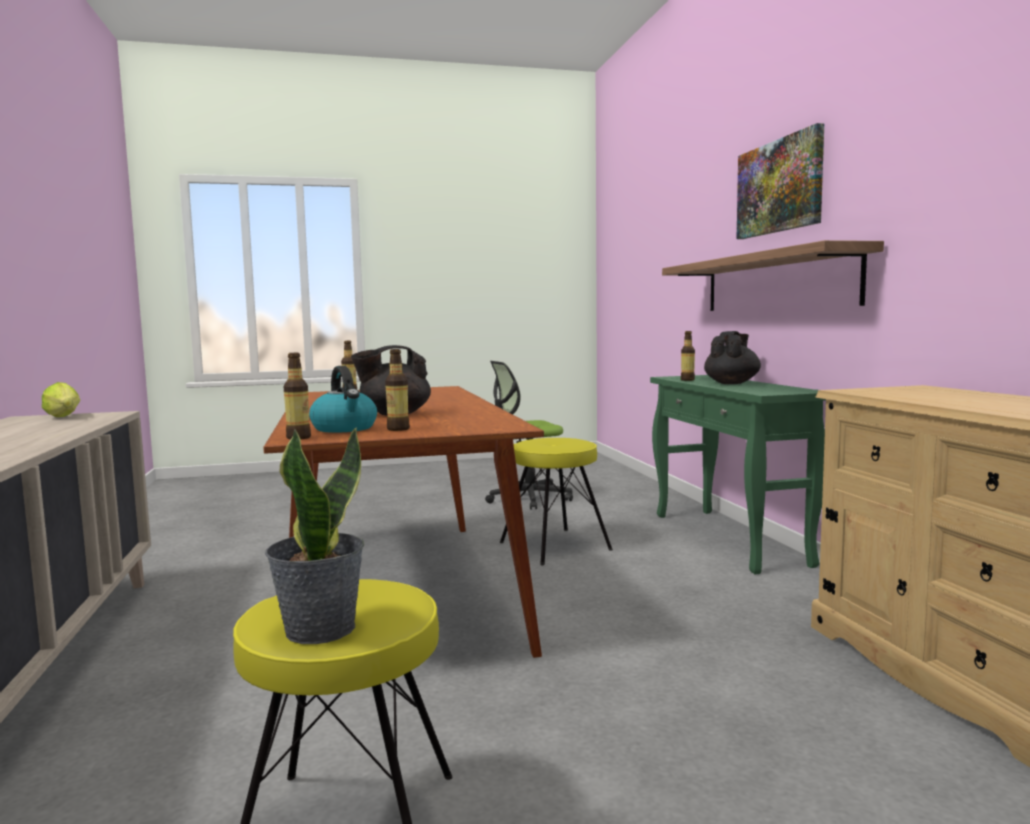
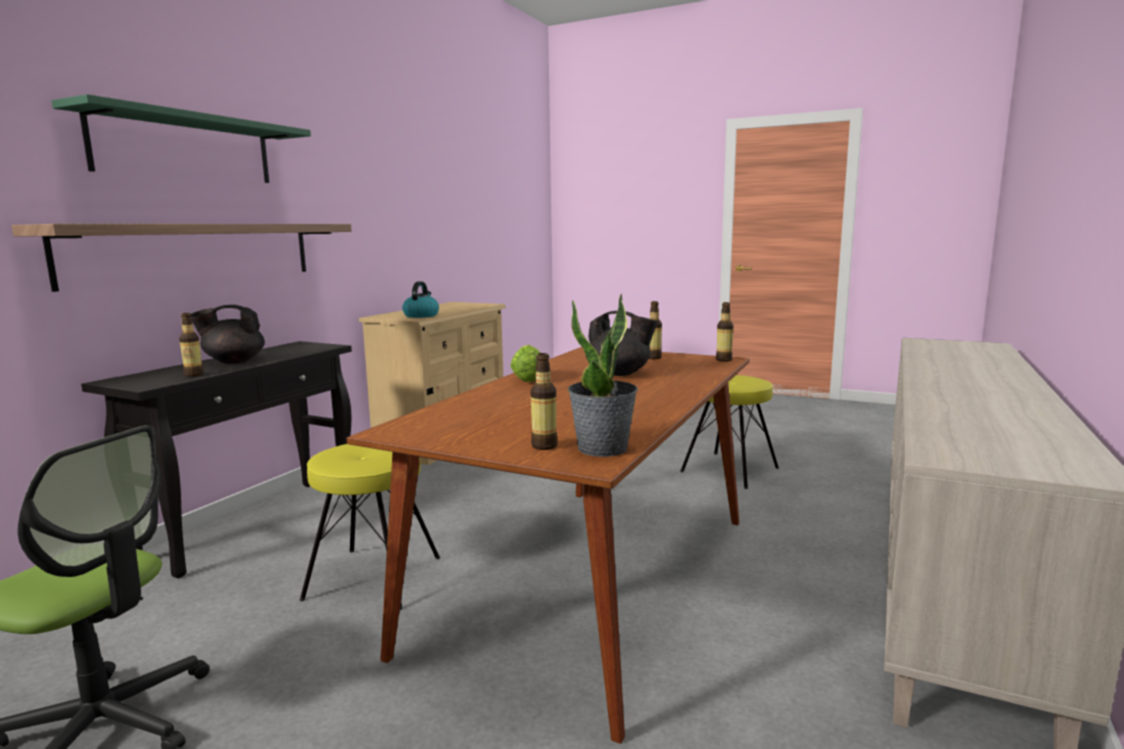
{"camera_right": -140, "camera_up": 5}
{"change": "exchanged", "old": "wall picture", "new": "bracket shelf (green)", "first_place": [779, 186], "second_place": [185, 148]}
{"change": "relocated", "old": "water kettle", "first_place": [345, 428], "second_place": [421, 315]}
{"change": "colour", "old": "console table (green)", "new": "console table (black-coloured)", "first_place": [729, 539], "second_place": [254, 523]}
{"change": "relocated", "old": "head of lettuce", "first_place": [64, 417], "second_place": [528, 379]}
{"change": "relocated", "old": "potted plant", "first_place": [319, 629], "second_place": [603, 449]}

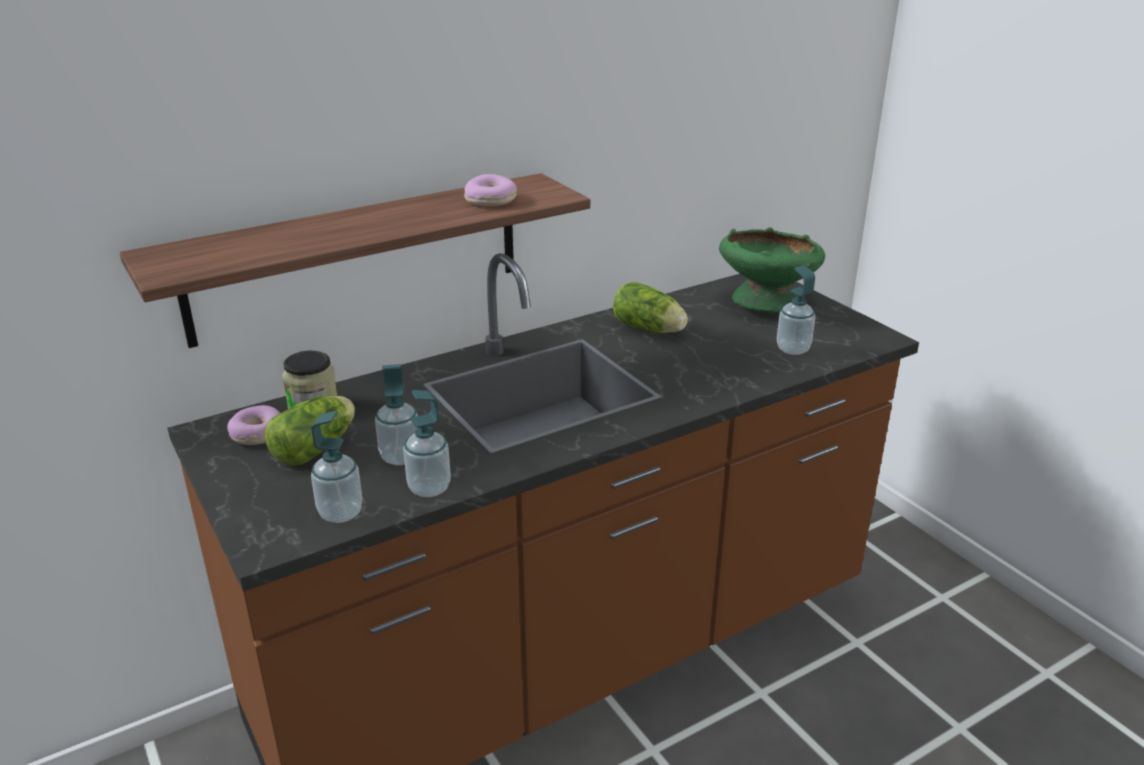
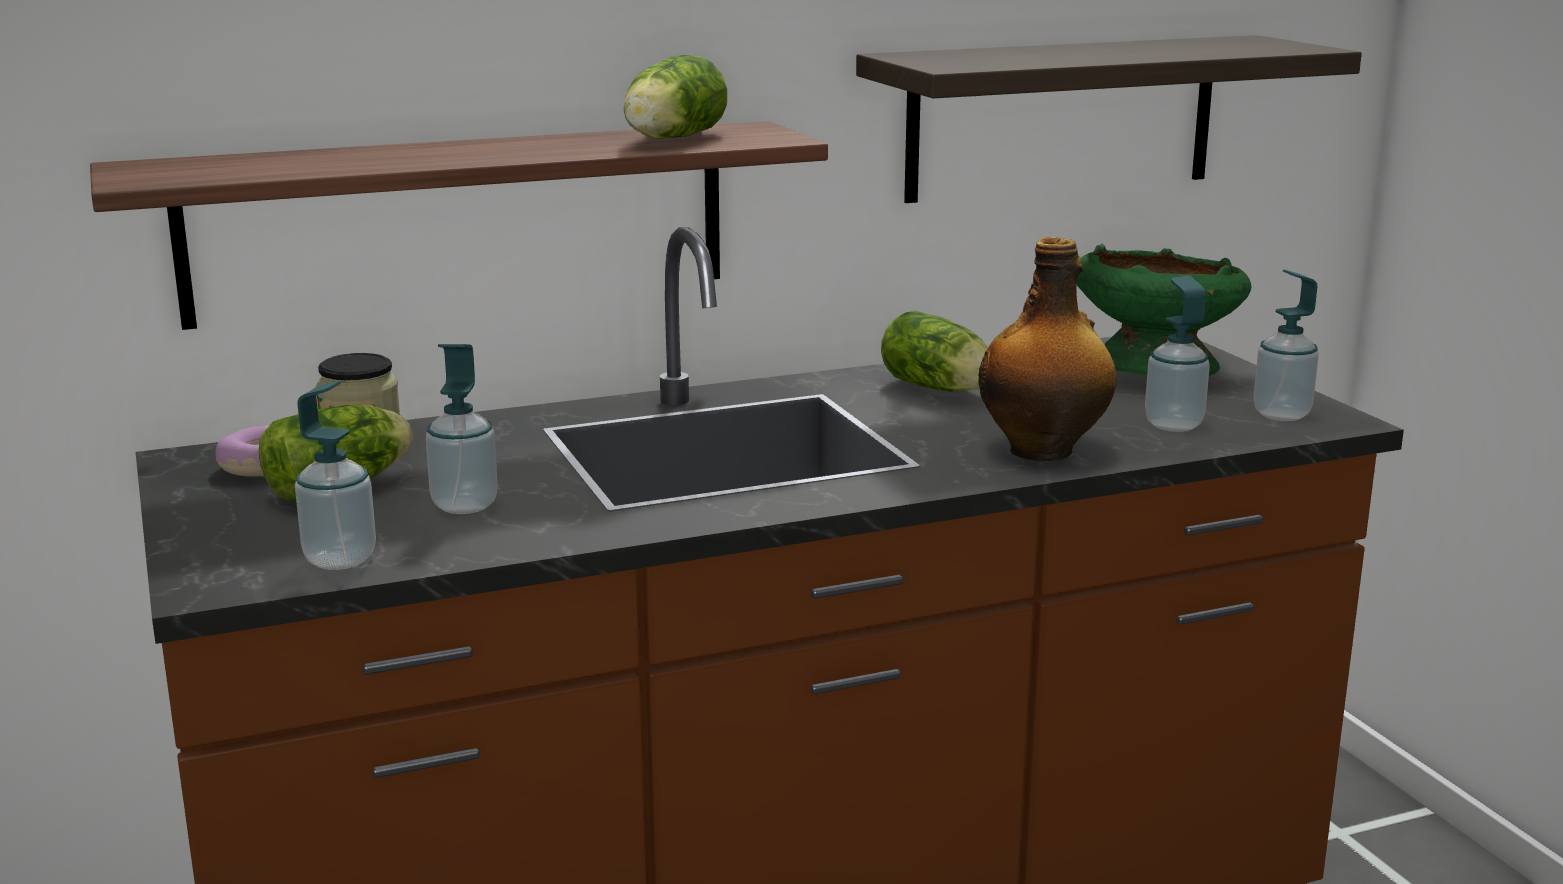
{"camera_right": 10, "camera_up": -10}
{"change": "exchanged", "old": "ring doughnut", "new": "head of lettuce", "first_place": [491, 200], "second_place": [670, 139]}
{"change": "relocated", "old": "liquid soap bottle", "first_place": [429, 488], "second_place": [1281, 414]}
{"change": "appeared", "new": "bracket shelf", "second_place": [1062, 117]}
{"change": "appeared", "new": "bottle", "second_place": [1043, 451]}

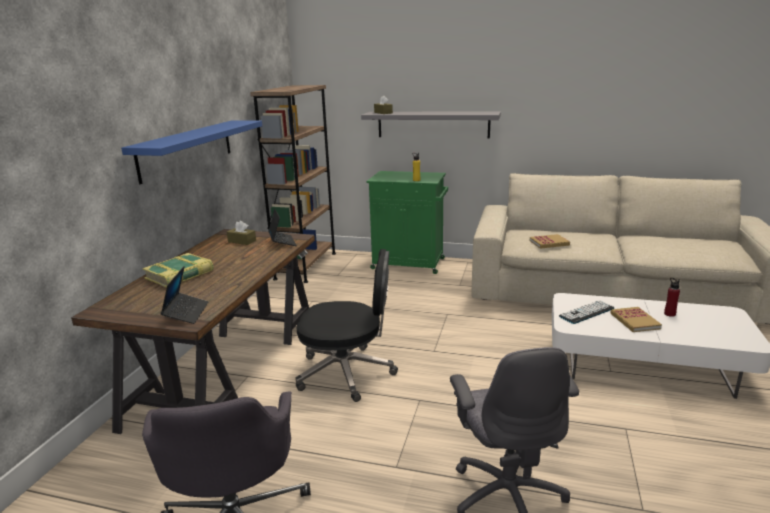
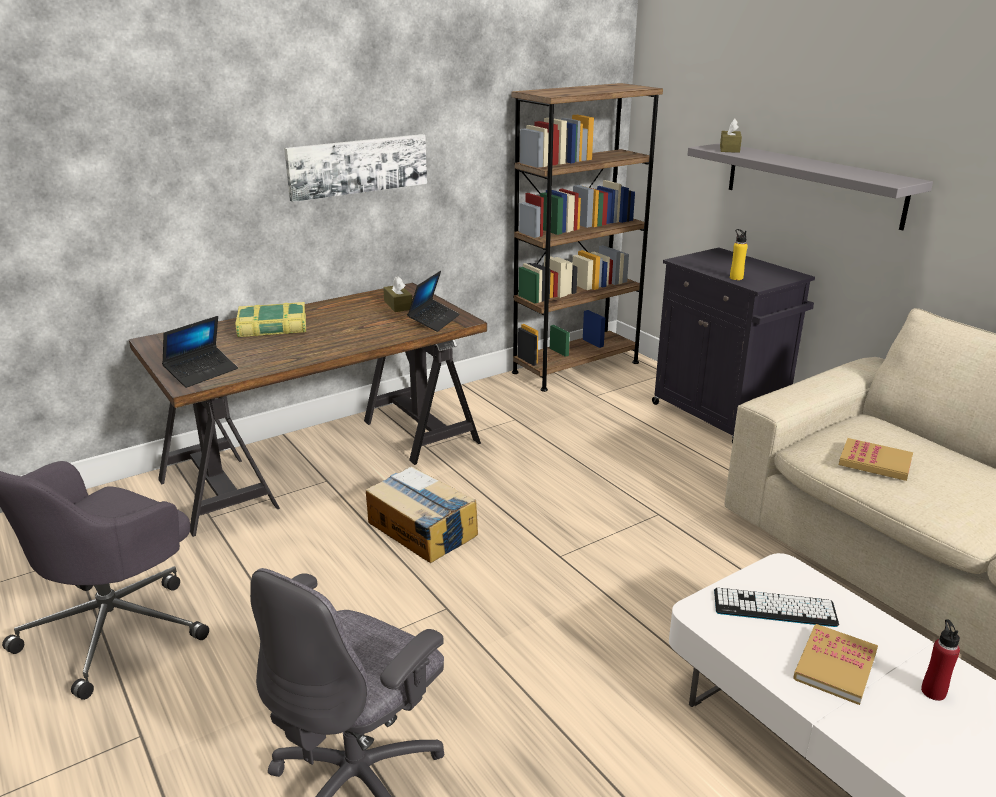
{"camera_right": 40, "camera_up": 5}
{"change": "exchanged", "old": "bracket shelf (blue)", "new": "wall picture", "first_place": [187, 149], "second_place": [357, 166]}
{"change": "colour", "old": "cupboard (green)", "new": "cupboard (black-coloured)", "first_place": [410, 264], "second_place": [720, 416]}
{"change": "exchanged", "old": "office chair (black-coloured)", "new": "cardboard box", "first_place": [347, 372], "second_place": [422, 529]}

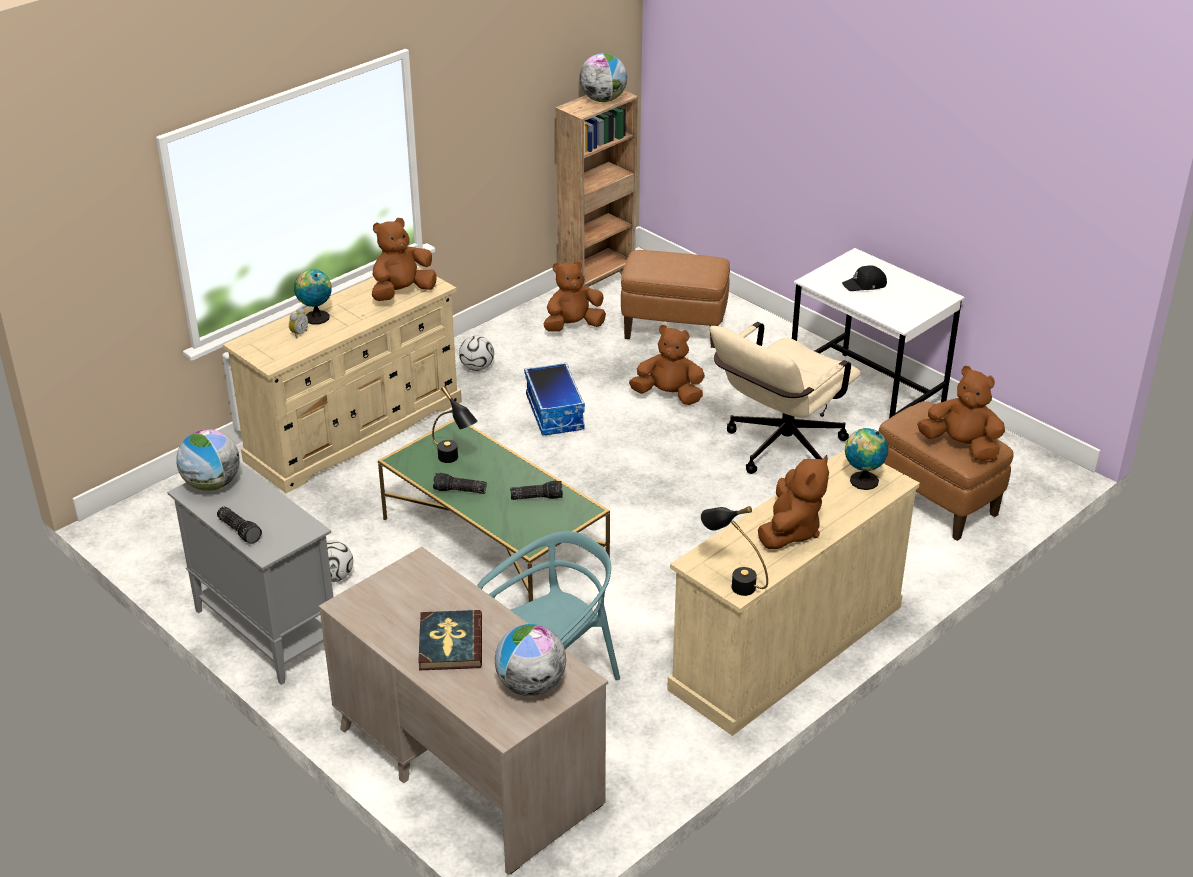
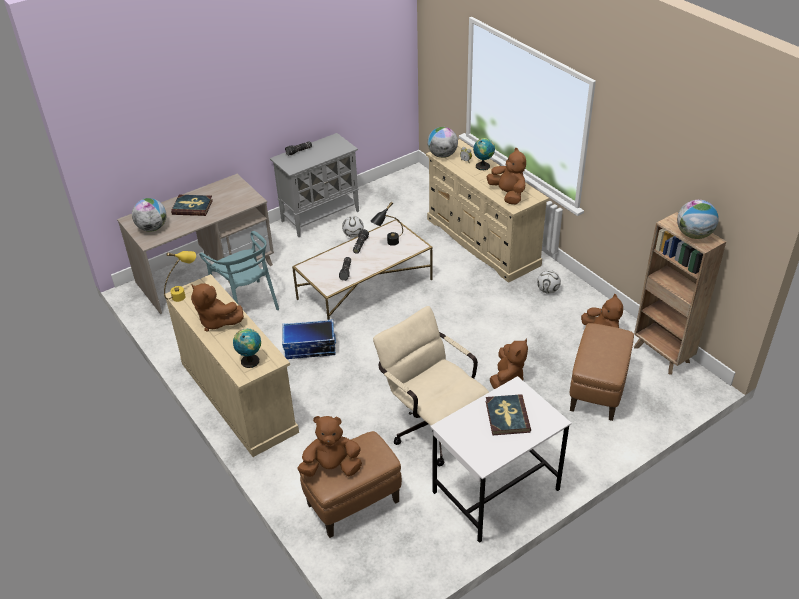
{"camera_right": 100, "camera_up": 5}
{"change": "exchanged", "old": "baseball cap (black-coloured)", "new": "volume", "first_place": [865, 285], "second_place": [507, 416]}
{"change": "relocated", "old": "storage bin", "first_place": [555, 413], "second_place": [309, 348]}
{"change": "spun", "old": "cuddly toy (brownish)", "first_place": [961, 446], "second_place": [331, 467], "degrees": -135}
{"change": "colour", "old": "coffee table (green)", "new": "coffee table (white-coloured)", "first_place": [493, 543], "second_place": [365, 289]}
{"change": "relocated", "old": "world globe", "first_place": [212, 484], "second_place": [442, 155]}
{"change": "colour", "old": "table lamp (black-coloured)", "new": "table lamp (yellow-coloured)", "first_place": [733, 583], "second_place": [184, 294]}

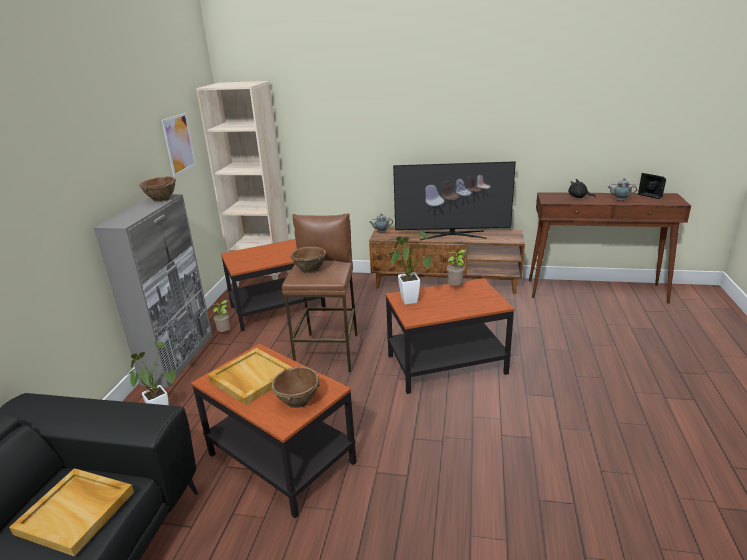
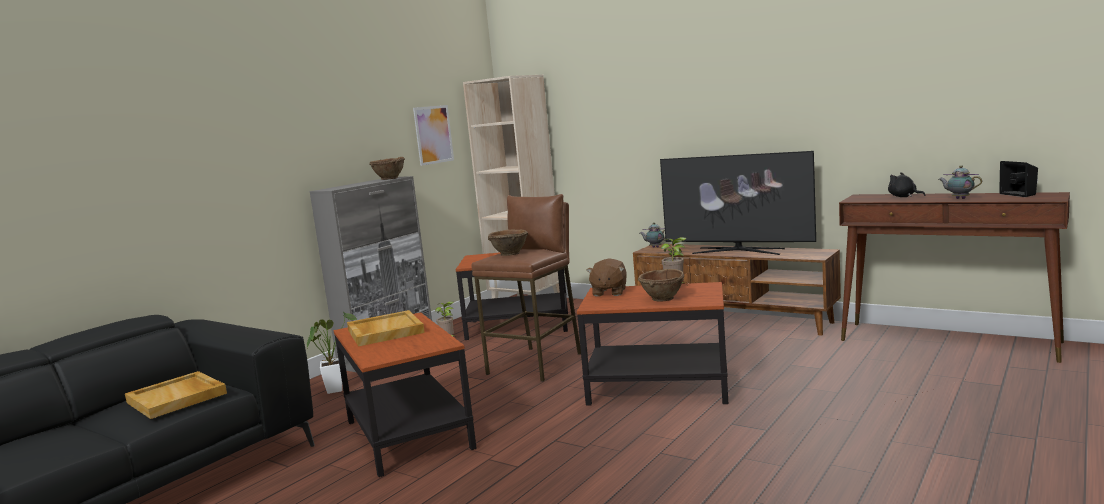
{"camera_right": 25, "camera_up": -15}
{"change": "exchanged", "old": "potted plant", "new": "cuddly toy (brownish)", "first_place": [408, 299], "second_place": [609, 292]}
{"change": "relocated", "old": "deep dish (brownish)", "first_place": [298, 401], "second_place": [662, 299]}

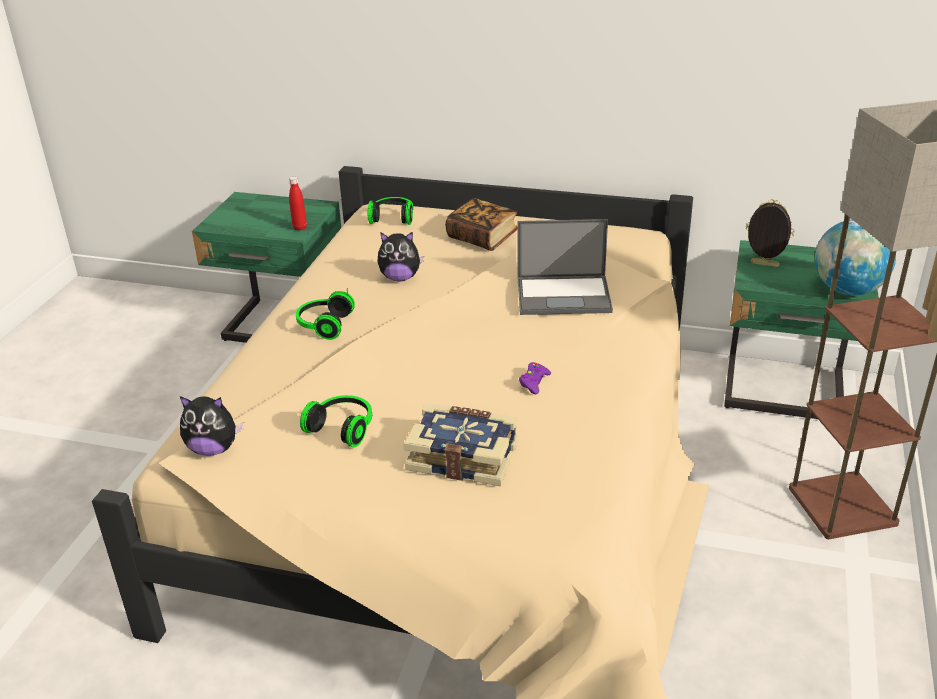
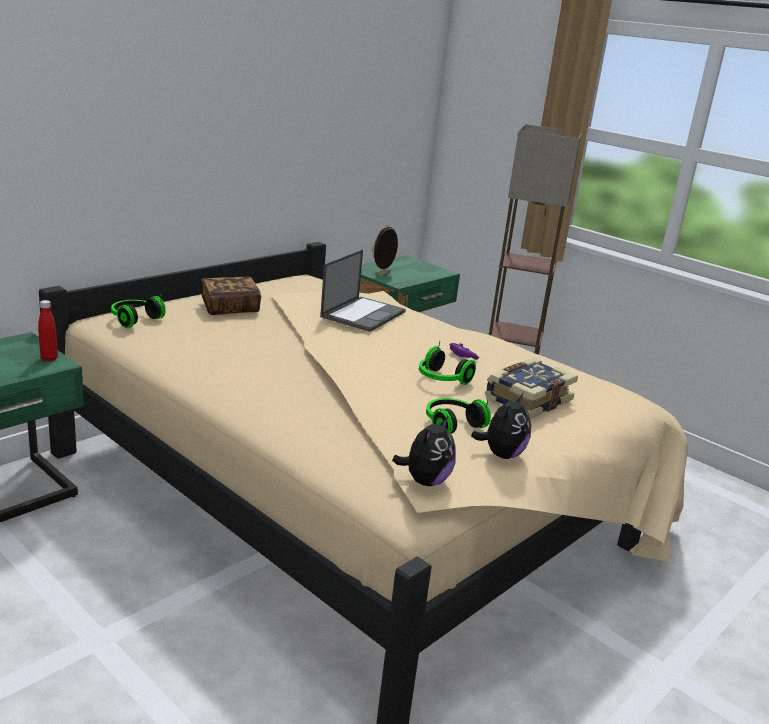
{"camera_right": -65, "camera_up": -10}
{"change": "missing", "old": "world globe", "first_place": [848, 290]}
{"change": "relocated", "old": "cuddly toy", "first_place": [400, 278], "second_place": [501, 454]}
{"change": "relocated", "old": "headphones", "first_place": [323, 325], "second_place": [441, 380]}

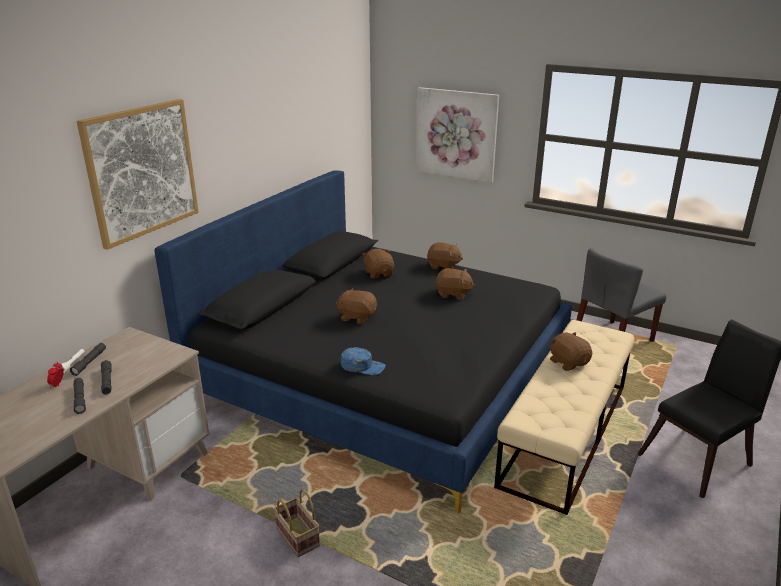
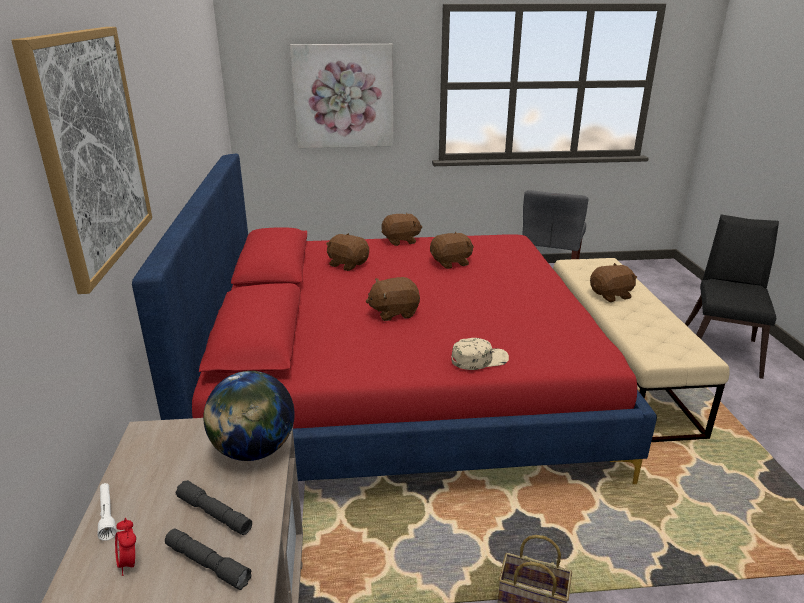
{"camera_right": -35, "camera_up": 0}
{"change": "colour", "old": "sleeping bed (black-coloured)", "new": "sleeping bed (red-coloured)", "first_place": [384, 375], "second_place": [398, 380]}
{"change": "spun", "old": "cuddly toy (brownish)", "first_place": [568, 362], "second_place": [611, 295], "degrees": 135}
{"change": "missing", "old": "hand torch (greyish)", "first_place": [89, 362]}
{"change": "colour", "old": "baseball cap (blue)", "new": "baseball cap (sand-coloured)", "first_place": [363, 366], "second_place": [479, 359]}
{"change": "appeared", "new": "world globe", "second_place": [254, 450]}

